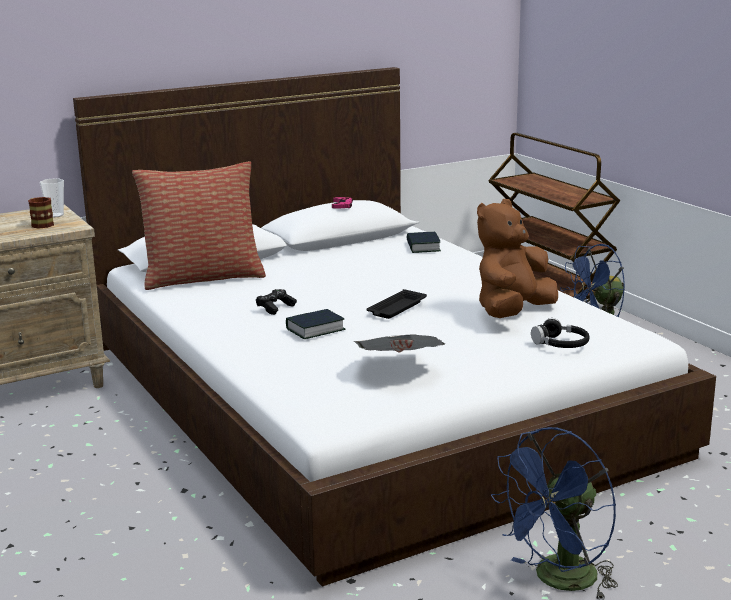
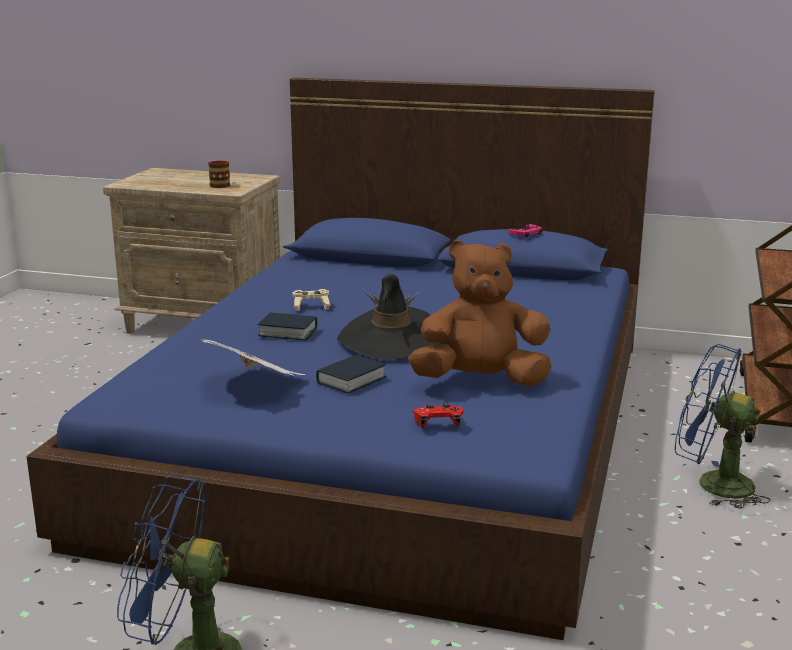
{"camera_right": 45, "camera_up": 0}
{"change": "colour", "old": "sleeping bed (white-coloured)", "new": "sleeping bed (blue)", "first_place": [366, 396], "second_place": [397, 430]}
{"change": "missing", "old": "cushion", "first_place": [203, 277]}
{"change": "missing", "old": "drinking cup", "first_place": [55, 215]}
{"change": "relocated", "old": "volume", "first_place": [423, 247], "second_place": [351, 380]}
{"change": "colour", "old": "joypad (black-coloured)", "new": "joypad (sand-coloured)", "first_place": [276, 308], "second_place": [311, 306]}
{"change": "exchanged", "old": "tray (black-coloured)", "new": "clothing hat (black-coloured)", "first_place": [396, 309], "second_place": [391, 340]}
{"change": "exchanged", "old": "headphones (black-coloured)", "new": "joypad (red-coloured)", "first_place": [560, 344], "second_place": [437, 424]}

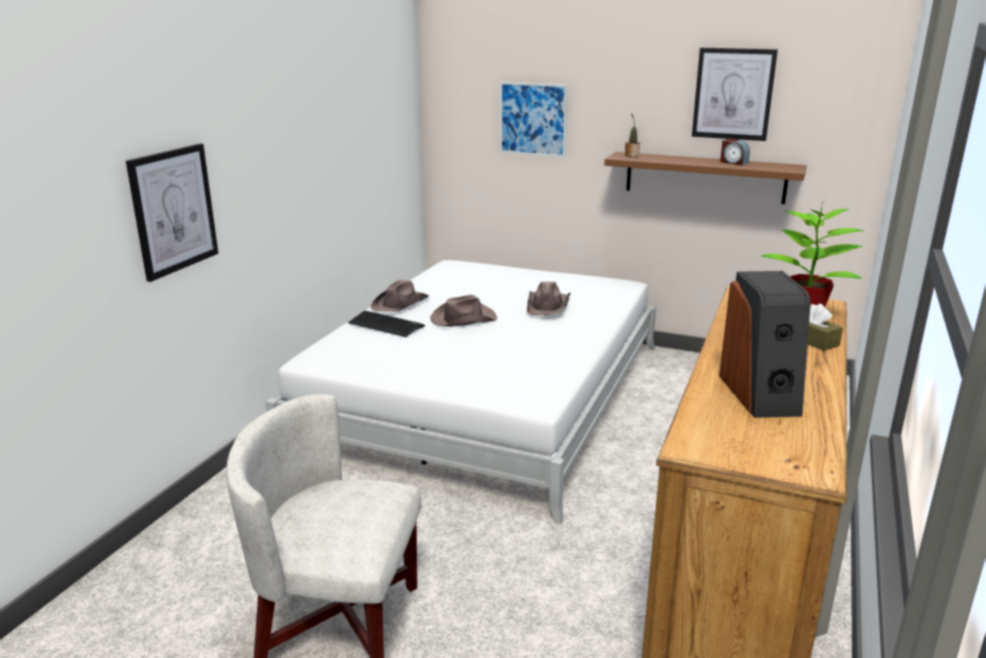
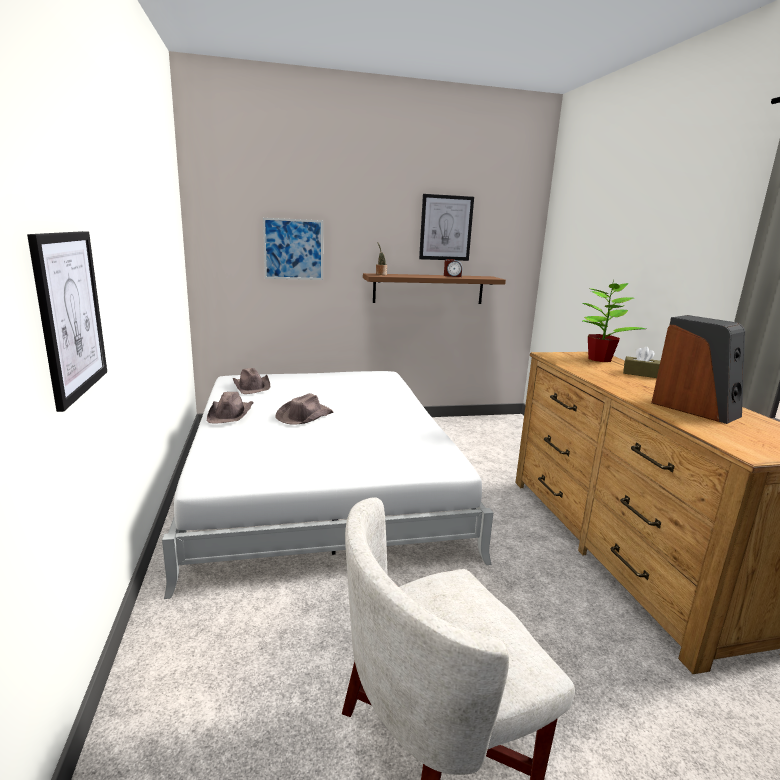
{"camera_right": -35, "camera_up": -5}
{"change": "relocated", "old": "clothing hat (brownish)", "first_place": [548, 305], "second_place": [252, 386]}
{"change": "missing", "old": "PC keyboard", "first_place": [386, 325]}

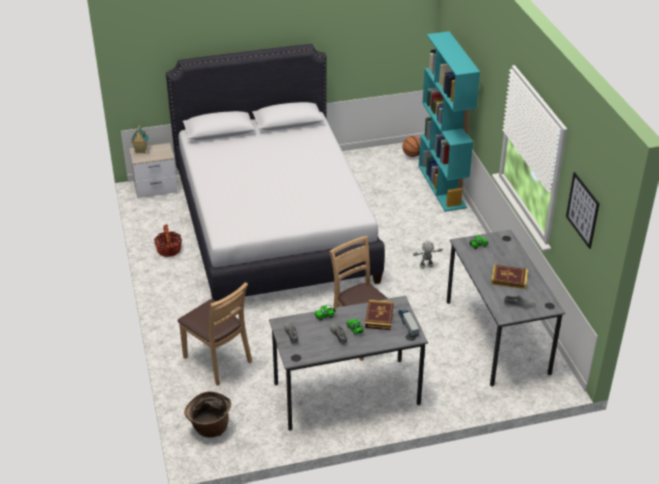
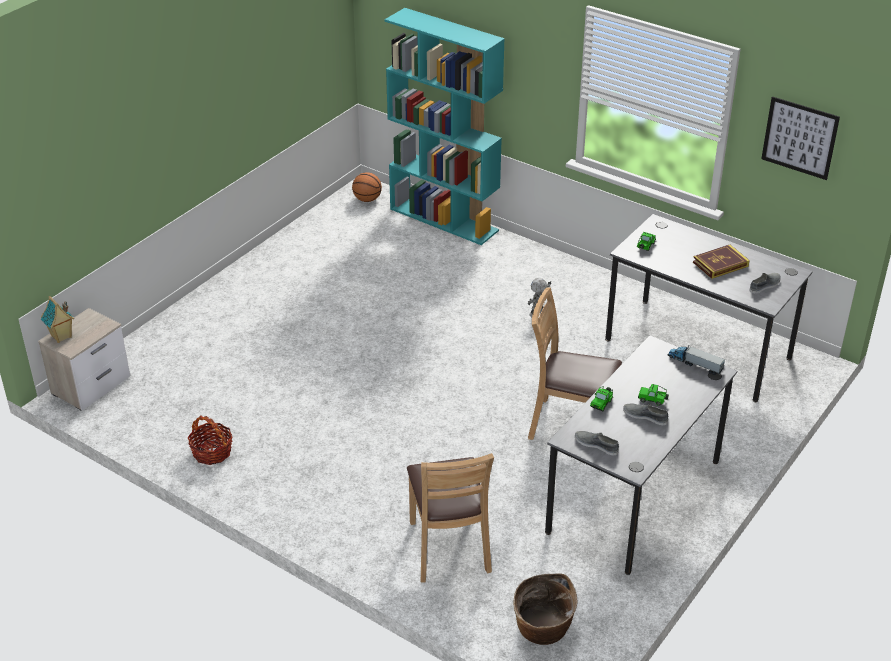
{"camera_right": -40, "camera_up": 0}
{"change": "missing", "old": "sleeping bed (white-coloured)", "first_place": [273, 227]}
{"change": "spun", "old": "chair (brownish)", "first_place": [217, 360], "second_place": [448, 548], "degrees": 75}
{"change": "missing", "old": "volume", "first_place": [379, 317]}

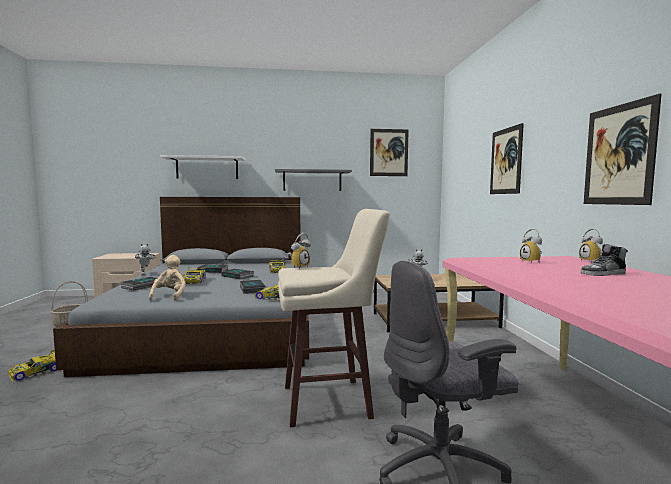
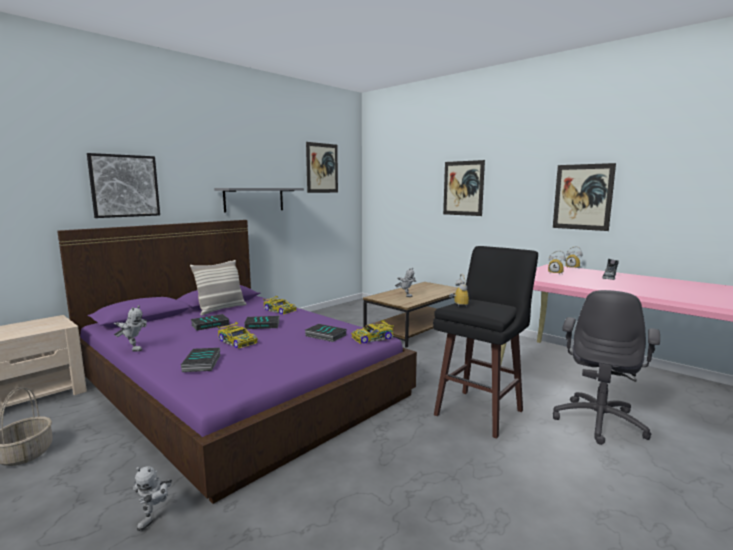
{"camera_right": -40, "camera_up": 5}
{"change": "exchanged", "old": "bracket shelf (white-coloured)", "new": "wall picture", "first_place": [207, 168], "second_place": [124, 186]}
{"change": "colour", "old": "sleeping bed (greyish)", "new": "sleeping bed (purplish)", "first_place": [218, 321], "second_place": [237, 383]}
{"change": "colour", "old": "stool (sand-coloured)", "new": "stool (black-coloured)", "first_place": [329, 402], "second_place": [480, 412]}
{"change": "missing", "old": "cuddly toy (sand-coloured)", "first_place": [170, 296]}
{"change": "exchanged", "old": "miniature car", "new": "robot figure", "first_place": [37, 372], "second_place": [157, 517]}
{"change": "appeared", "new": "cushion", "second_place": [221, 309]}

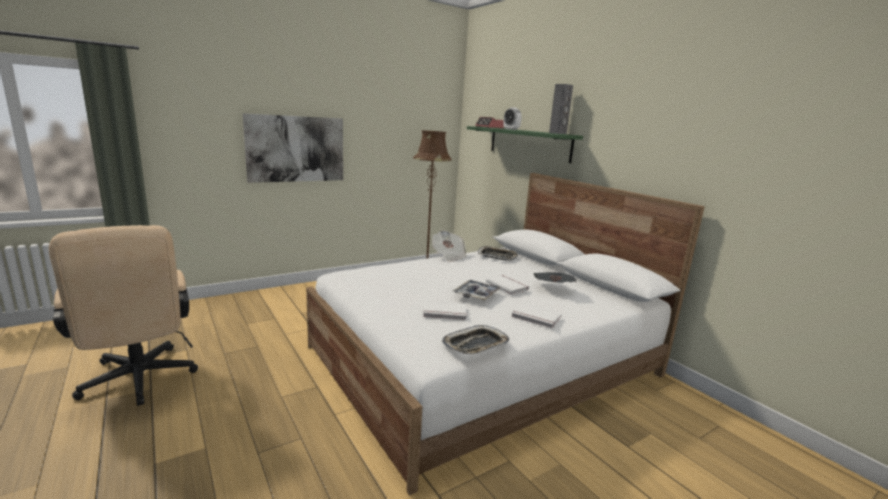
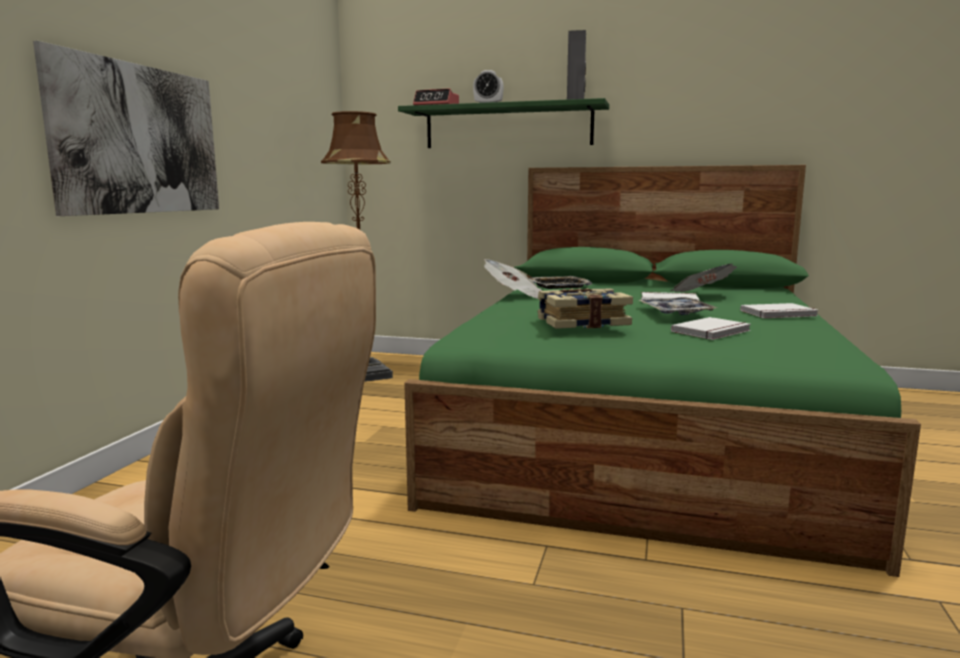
{"camera_right": -40, "camera_up": -5}
{"change": "colour", "old": "sleeping bed (white-coloured)", "new": "sleeping bed (green)", "first_place": [485, 361], "second_place": [644, 429]}
{"change": "missing", "old": "tray", "first_place": [475, 345]}
{"change": "appeared", "new": "volume", "second_place": [582, 322]}

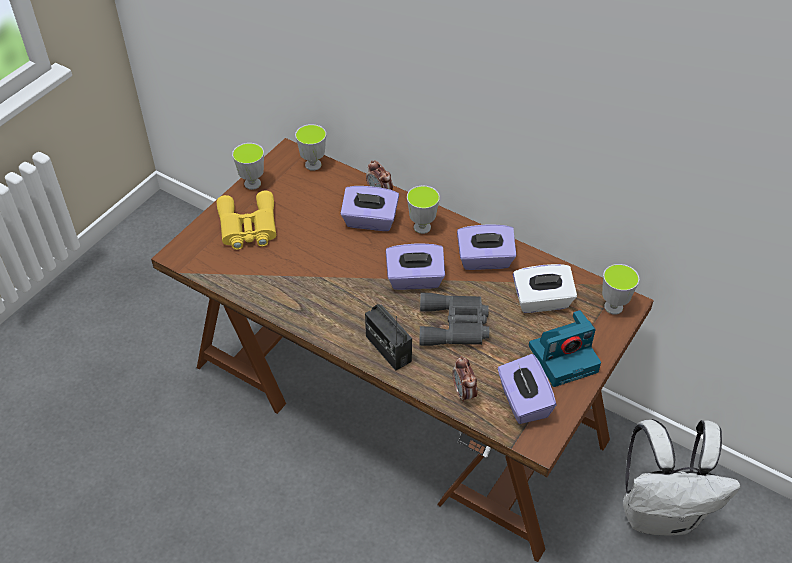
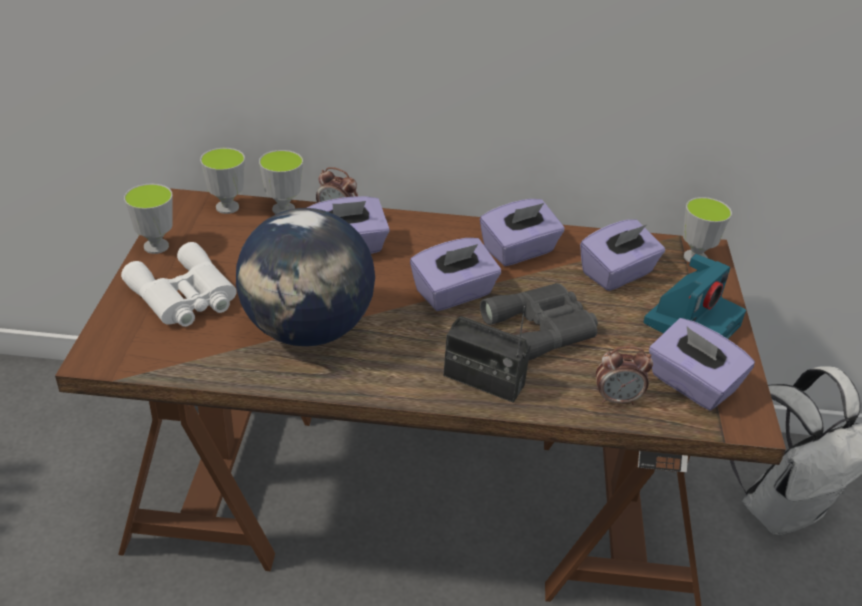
{"camera_right": -30, "camera_up": -10}
{"change": "relocated", "old": "drinking cup", "first_place": [422, 227], "second_place": [283, 209]}
{"change": "colour", "old": "binoculars (yellow-coloured)", "new": "binoculars (white-coloured)", "first_place": [248, 227], "second_place": [184, 297]}
{"change": "colour", "old": "tissue holder (white-coloured)", "new": "tissue holder (purplish)", "first_place": [542, 301], "second_place": [617, 274]}
{"change": "spun", "old": "alarm clock", "first_place": [464, 393], "second_place": [617, 399], "degrees": -45}
{"change": "appeared", "new": "world globe", "second_place": [307, 330]}

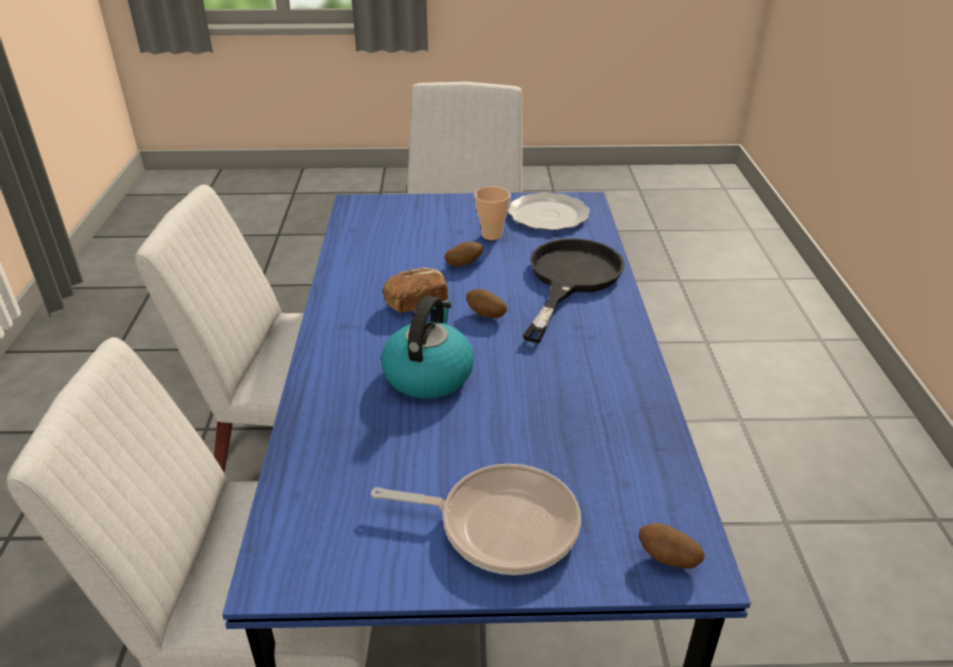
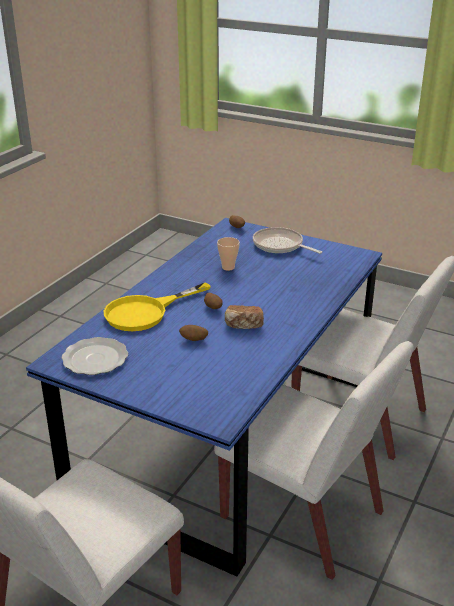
{"camera_right": -150, "camera_up": -5}
{"change": "relocated", "old": "drinking cup", "first_place": [491, 235], "second_place": [228, 267]}
{"change": "colour", "old": "pan (black-coloured)", "new": "pan (yellow-coloured)", "first_place": [570, 279], "second_place": [146, 312]}
{"change": "missing", "old": "water kettle", "first_place": [428, 374]}

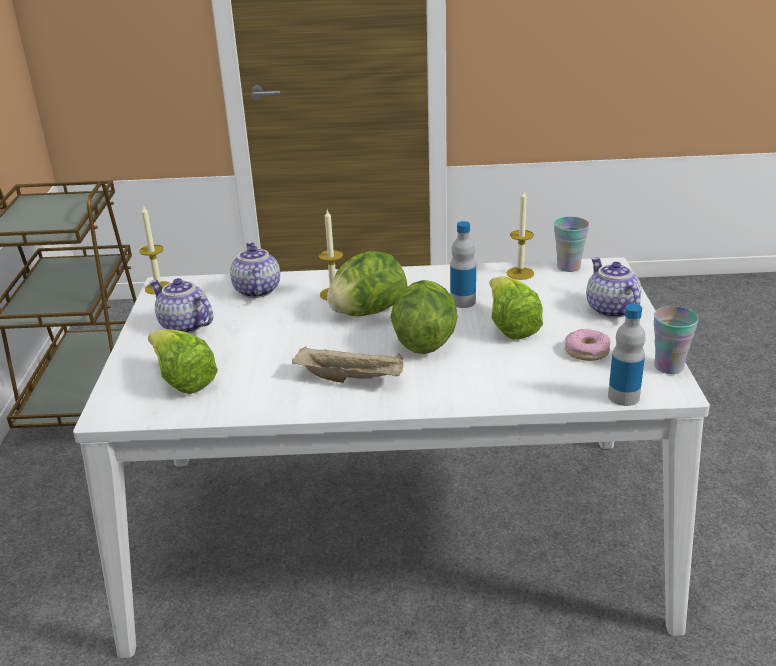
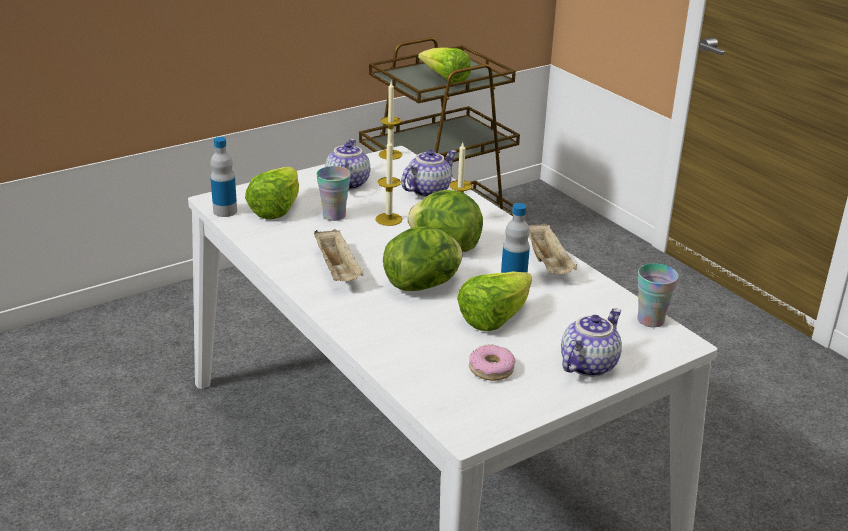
{"camera_right": 55, "camera_up": 0}
{"change": "relocated", "old": "wax light", "first_place": [520, 273], "second_place": [388, 219]}
{"change": "relocated", "old": "bottle", "first_place": [623, 397], "second_place": [225, 211]}
{"change": "relocated", "old": "drinking cup", "first_place": [668, 367], "second_place": [334, 215]}
{"change": "appeared", "new": "head of lettuce", "second_place": [445, 80]}
{"change": "appeared", "new": "tray (sand-coloured)", "second_place": [548, 264]}

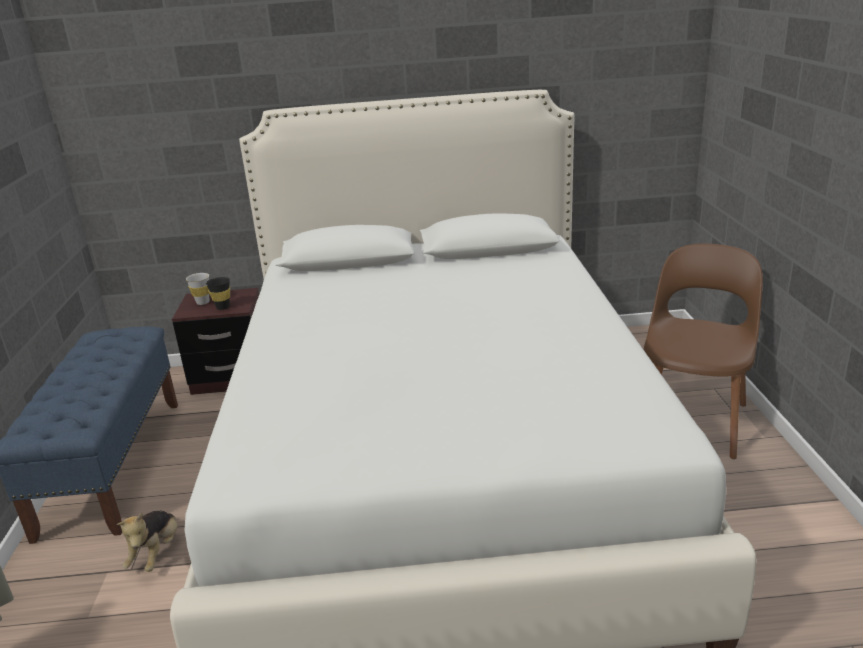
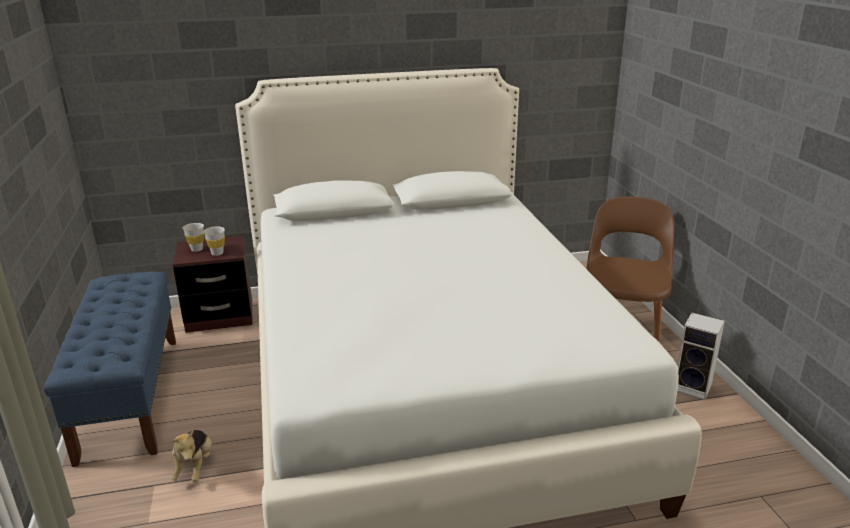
{"camera_right": -10, "camera_up": 0}
{"change": "colour", "old": "drinking cup (black-coloured)", "new": "drinking cup (white-coloured)", "first_place": [223, 307], "second_place": [217, 253]}
{"change": "appeared", "new": "loudspeaker", "second_place": [694, 387]}

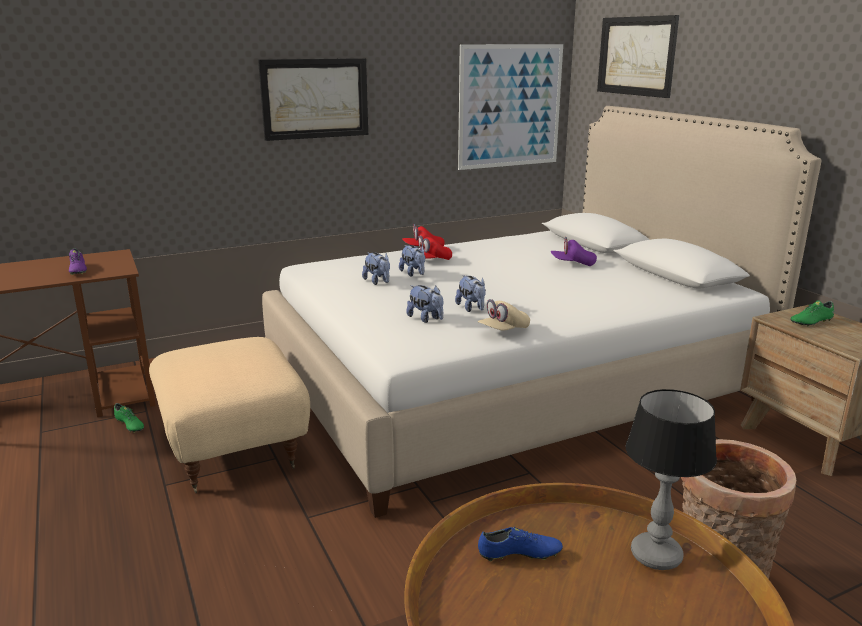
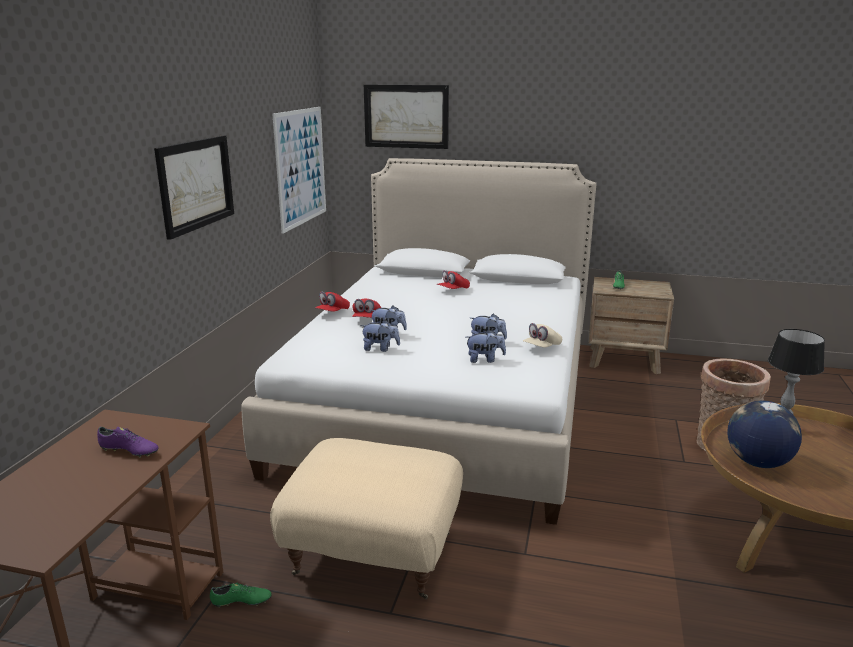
{"camera_right": -50, "camera_up": 0}
{"change": "colour", "old": "baseball cap (purplish)", "new": "baseball cap (red-coloured)", "first_place": [573, 264], "second_place": [453, 290]}
{"change": "spun", "old": "baseball cap (sand-coloured)", "first_place": [503, 331], "second_place": [542, 347], "degrees": 45}
{"change": "exchanged", "old": "shoe (blue)", "new": "world globe", "first_place": [519, 555], "second_place": [757, 462]}

